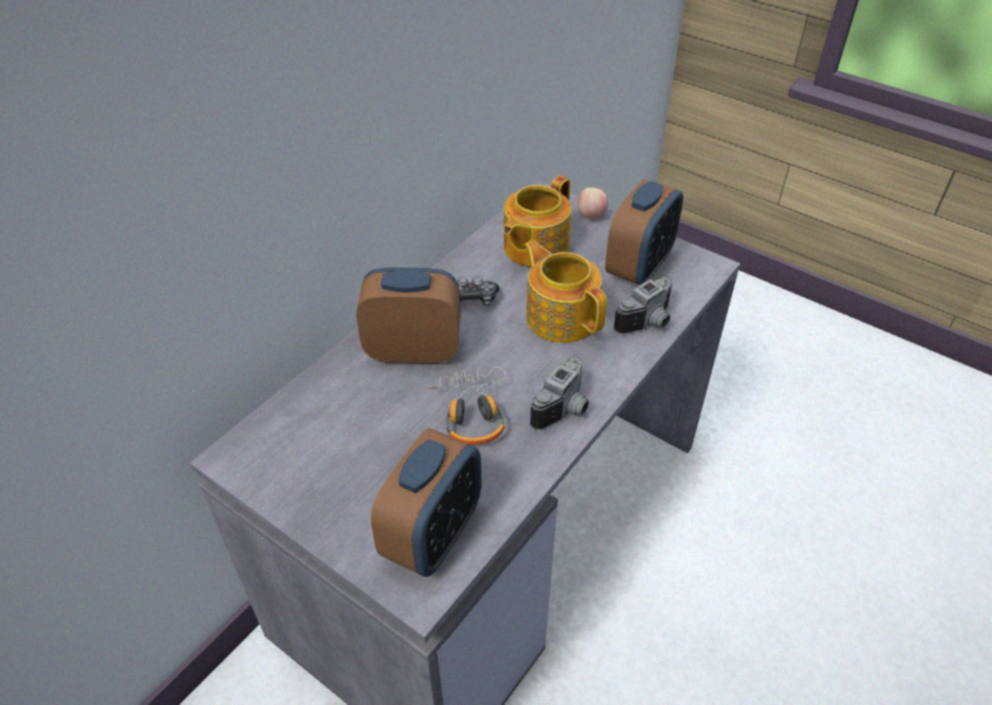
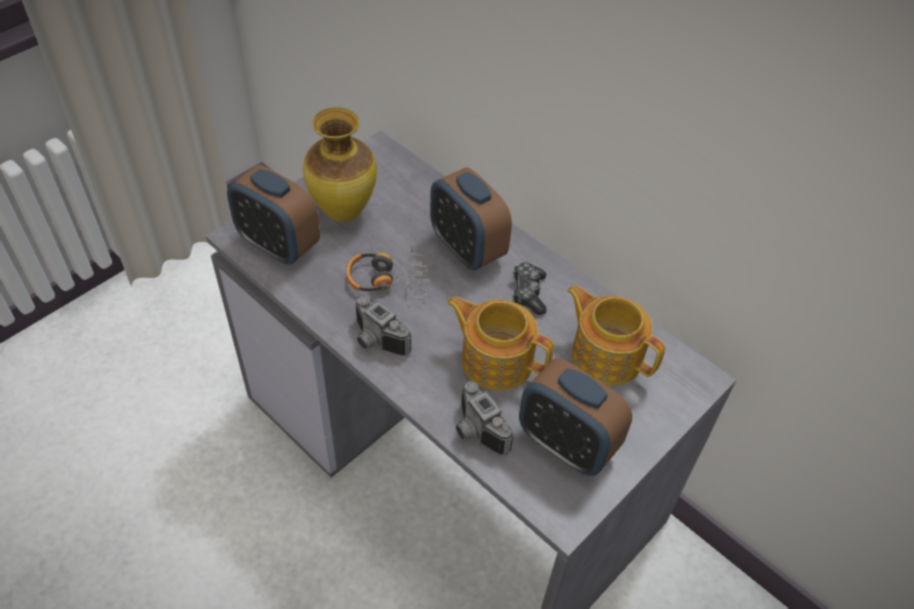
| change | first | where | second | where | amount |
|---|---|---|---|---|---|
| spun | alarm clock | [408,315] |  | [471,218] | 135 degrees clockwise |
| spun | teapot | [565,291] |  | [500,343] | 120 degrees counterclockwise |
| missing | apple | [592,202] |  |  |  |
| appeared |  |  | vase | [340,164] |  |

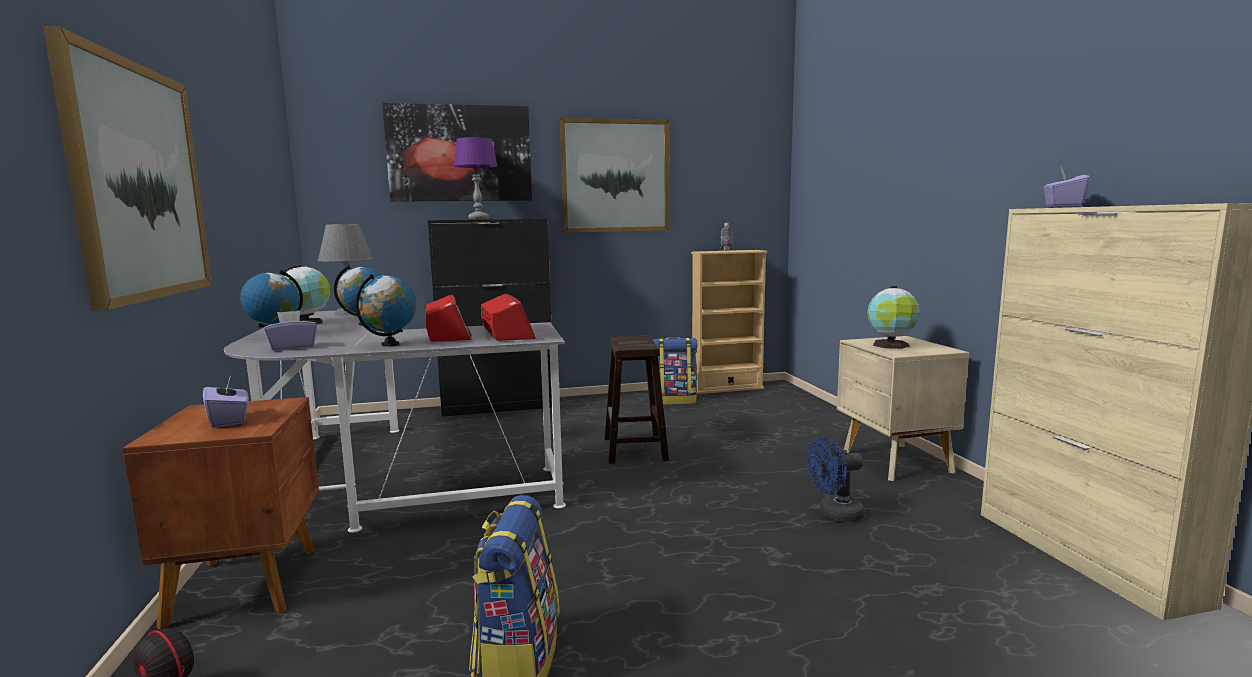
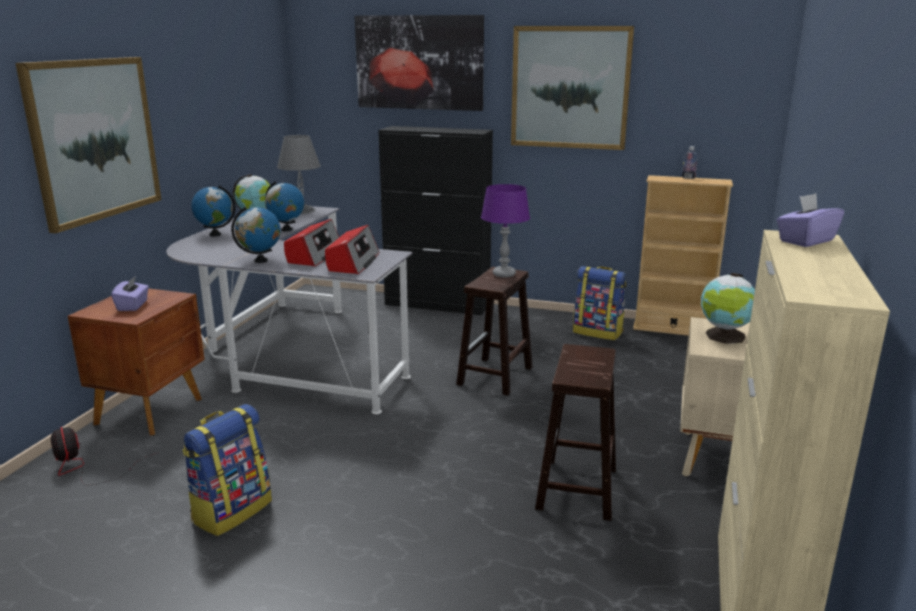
| change | first | where | second | where | amount |
|---|---|---|---|---|---|
| missing | purple tissue box | [290,330] |  |  |  |
| relocated | purple table lamp | [476,178] |  | [505,231] |  |
| exchanged | blue fan | [836,479] | brown stool | [575,432] |  |

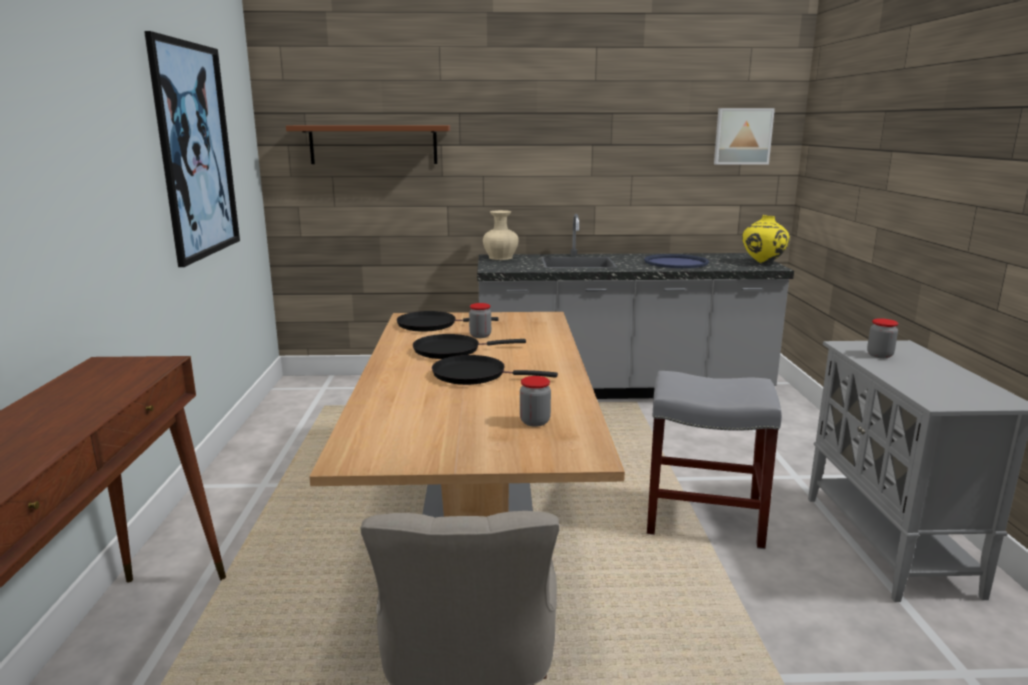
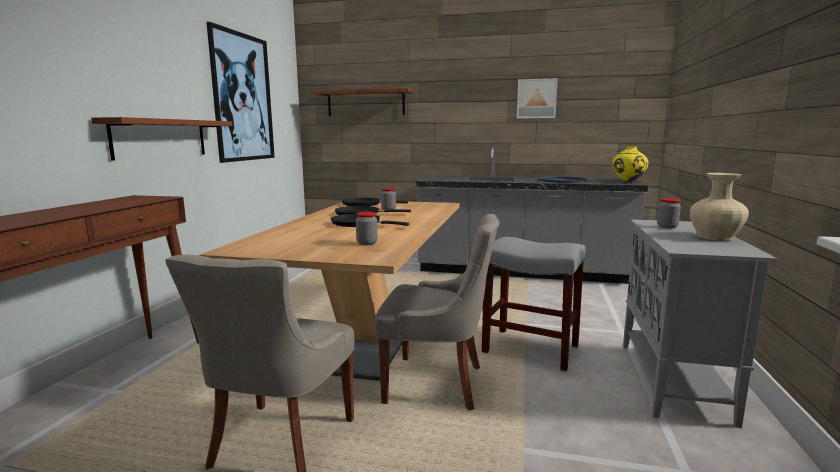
| change | first | where | second | where | amount |
|---|---|---|---|---|---|
| relocated | beige vase | [501,235] |  | [719,207] |  |
| relocated | picture | [744,136] |  | [537,98] |  |
| appeared |  |  | brown shelf | [161,139] |  |
| appeared |  |  | grey chair | [437,312] |  |

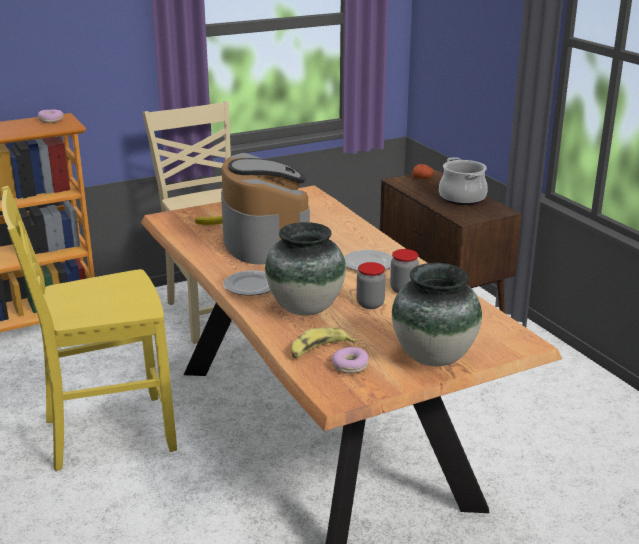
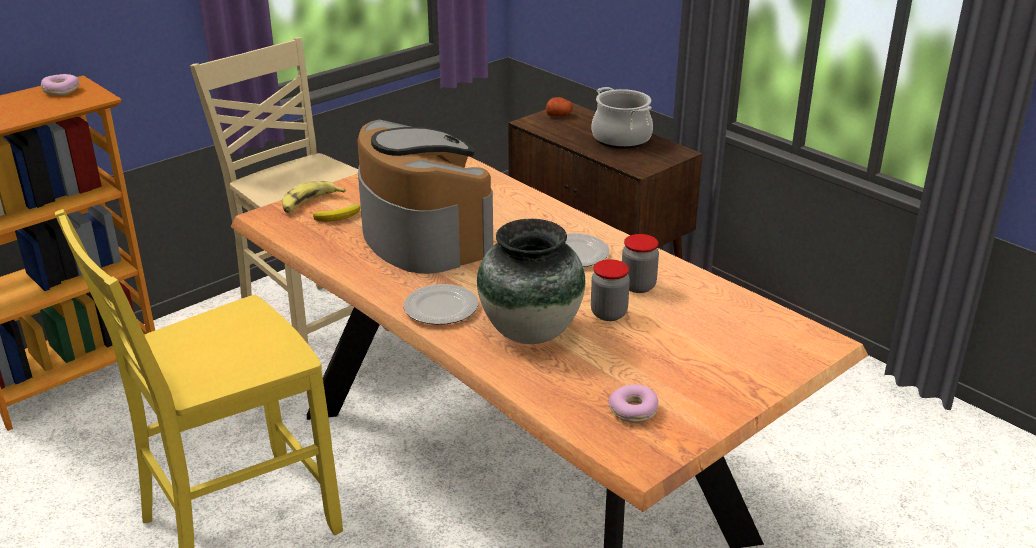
| change | first | where | second | where | amount |
|---|---|---|---|---|---|
| relocated | banana | [323,342] |  | [314,197] |  |
| missing | vase | [437,314] |  |  |  |

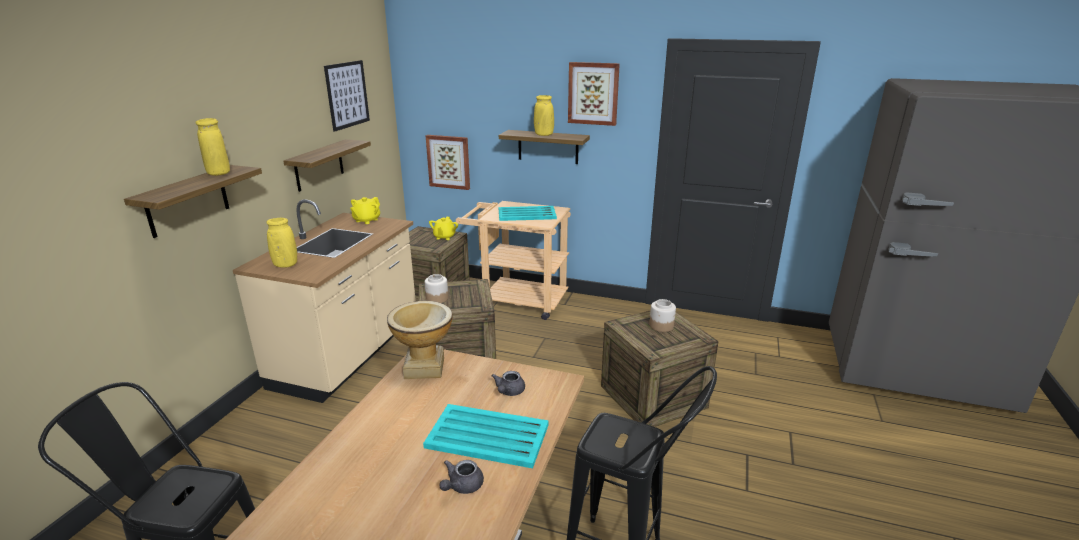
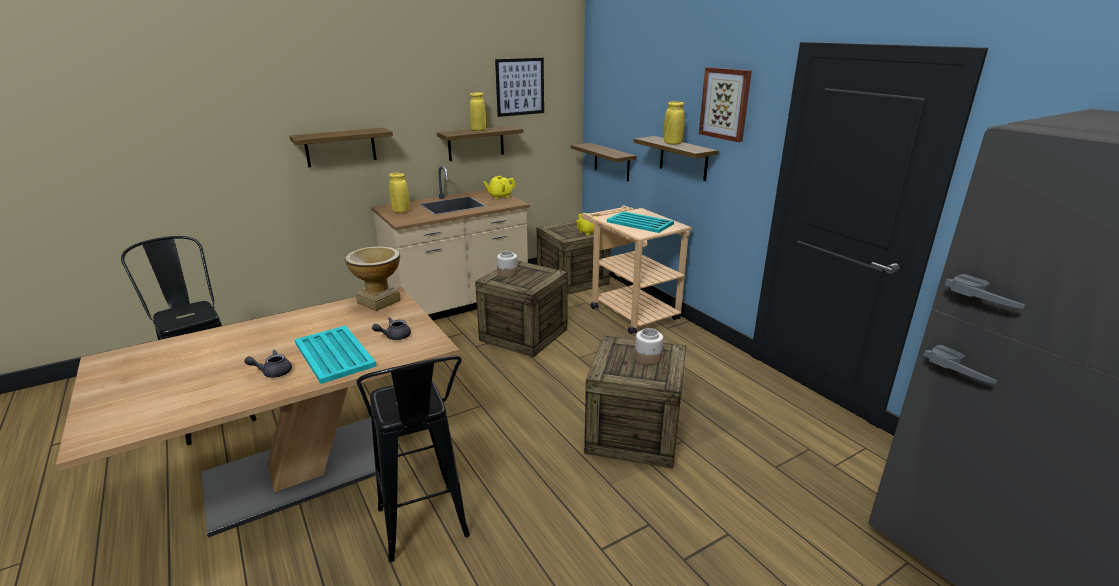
| change | first | where | second | where | amount |
|---|---|---|---|---|---|
| relocated | yellow vase | [213,147] |  | [478,111] |  |
| exchanged | picture | [448,162] | shelf | [604,162] |  |

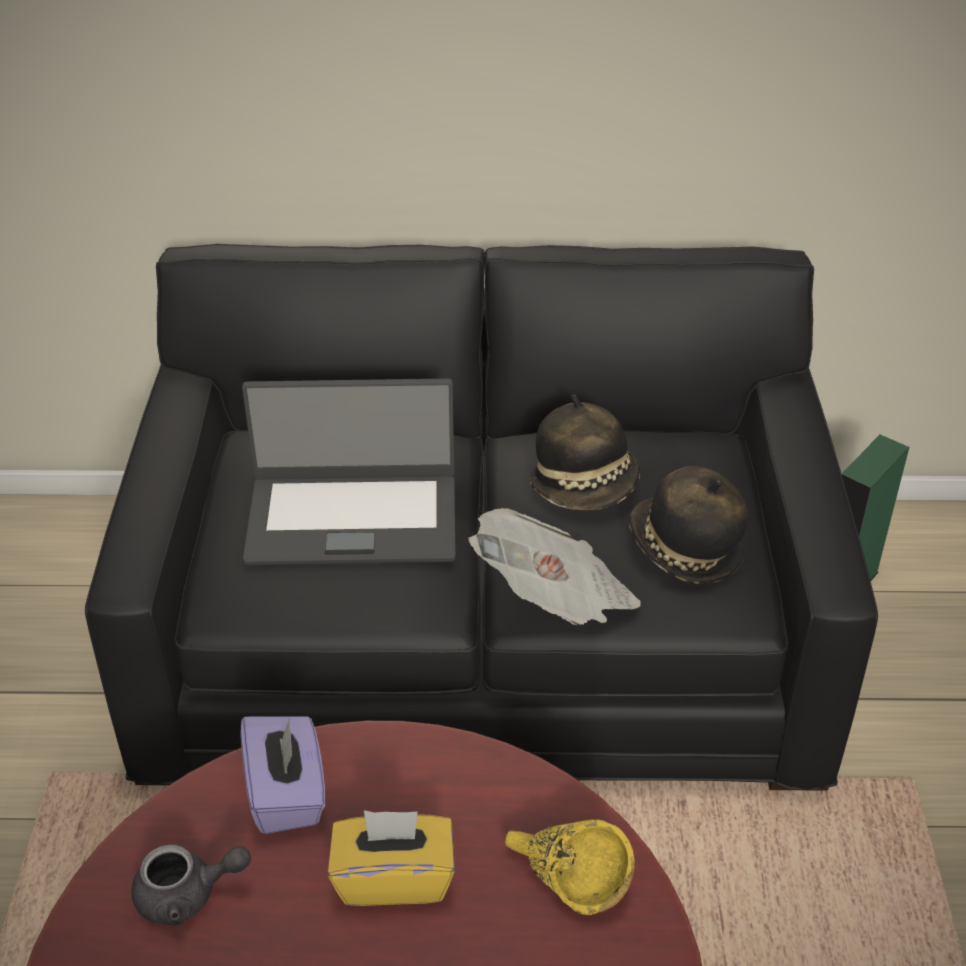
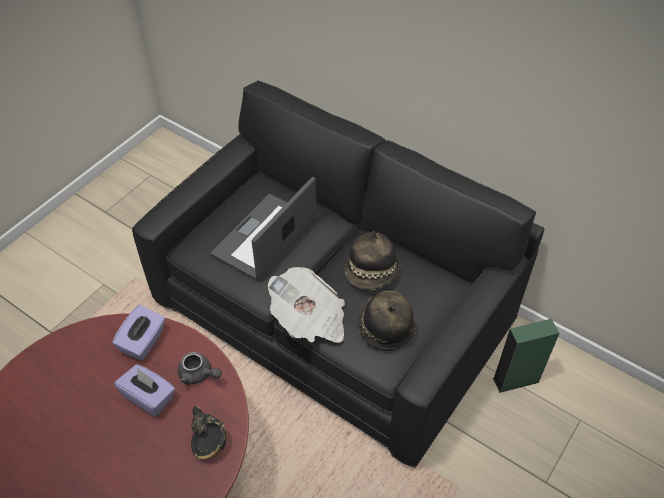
| change | first | where | second | where | amount |
|---|---|---|---|---|---|
| relocated | grey teapot | [191,885] |  | [200,368] |  |
| spun | laptop | [349,471] |  | [263,228] | 90 degrees clockwise |
| colour | yellow tissue box | [391,858] | purple tissue box | [144,390] |  |
| colour | yellow bowl | [570,867] | black bowl | [208,432] |  |

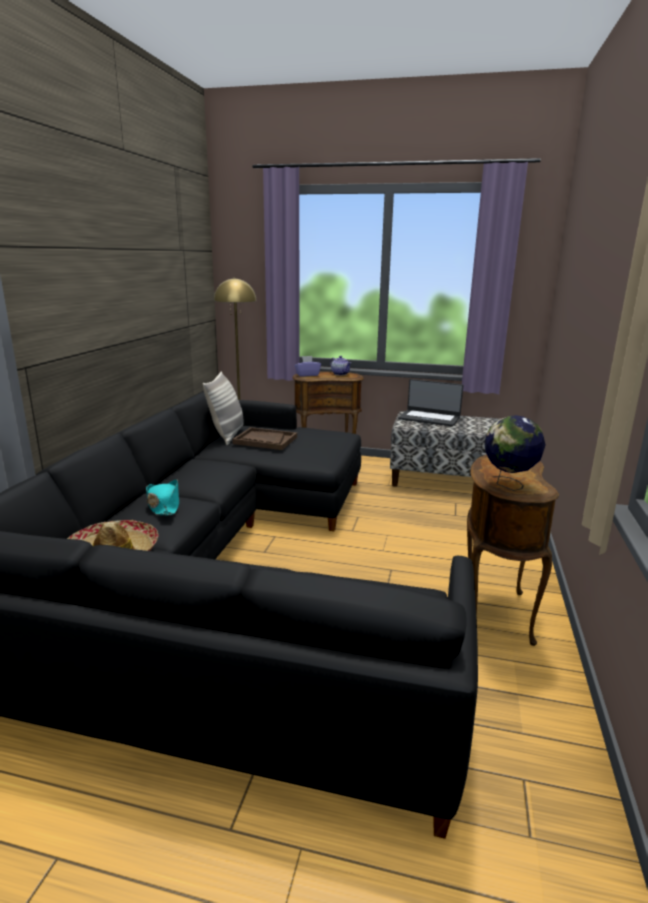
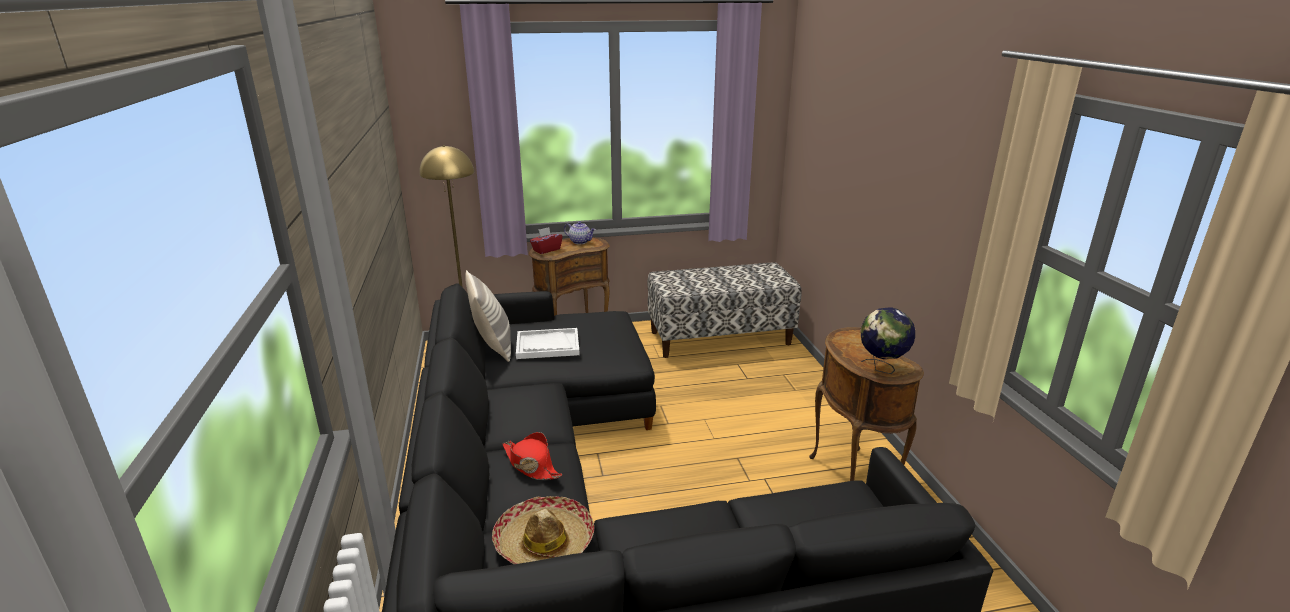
| change | first | where | second | where | amount |
|---|---|---|---|---|---|
| colour | turquoise hat | [162,497] | red hat | [532,456] |  |
| colour | brown tray | [264,438] | white tray | [548,343] |  |
| colour | purple tissue box | [308,366] | red tissue box | [546,240] |  |
| missing | laptop | [431,402] |  |  |  |

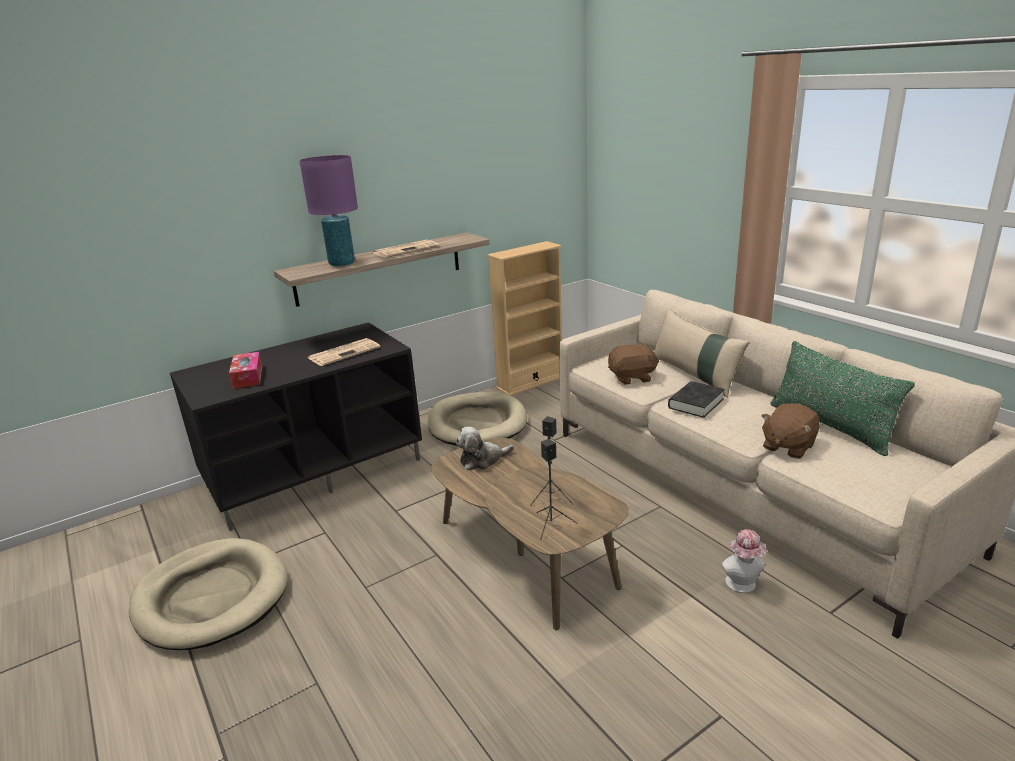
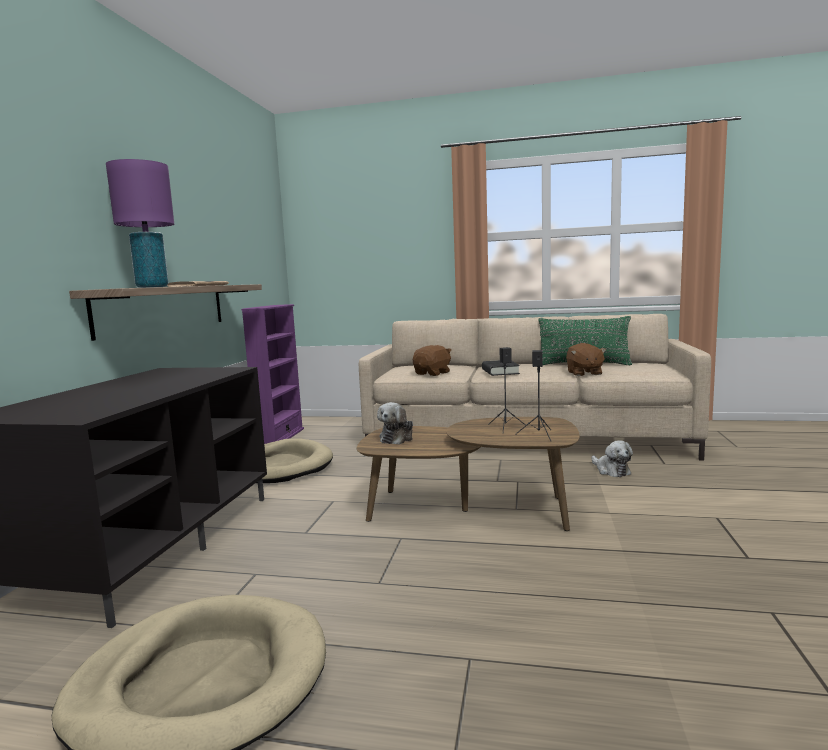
| change | first | where | second | where | amount |
|---|---|---|---|---|---|
| missing | tissue box | [246,370] |  |  |  |
| missing | newspaper | [344,352] |  |  |  |
| colour | beige bookcase | [524,318] | purple bookcase | [272,374] |  |
| missing | beige pillow | [702,353] |  |  |  |
| exchanged | hat | [743,561] | plush toy | [612,459] |  |

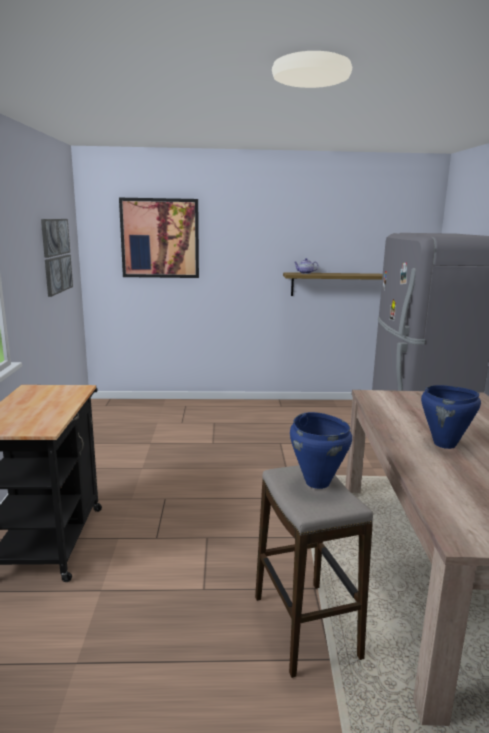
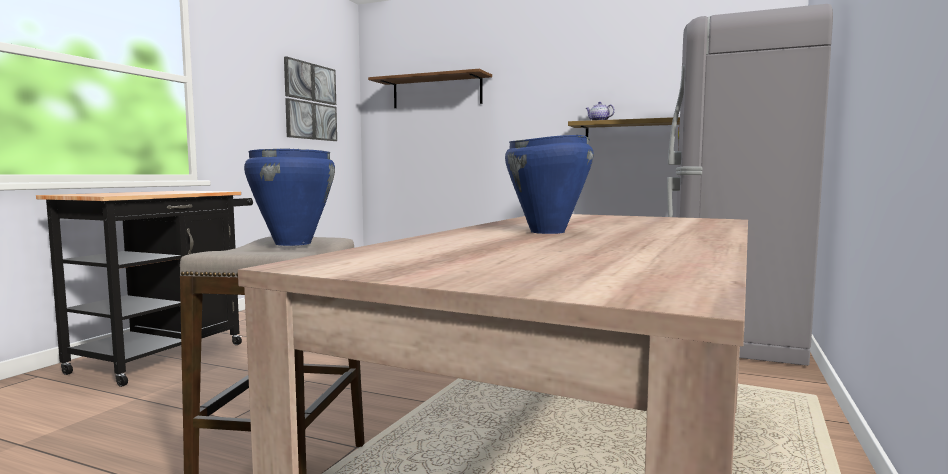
| change | first | where | second | where | amount |
|---|---|---|---|---|---|
| exchanged | picture | [159,238] | brown shelf | [430,88] |  |

